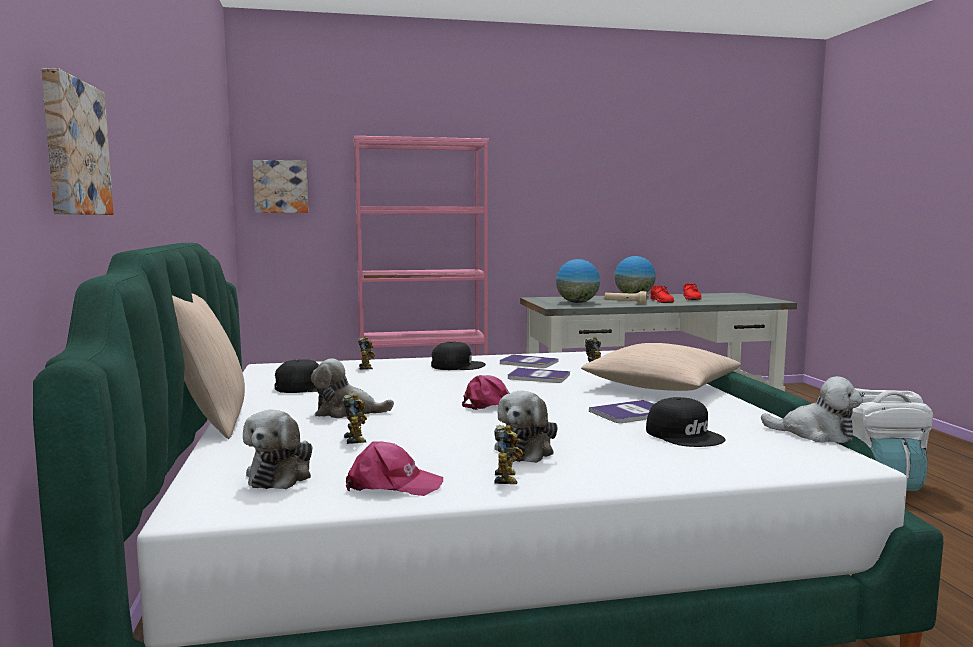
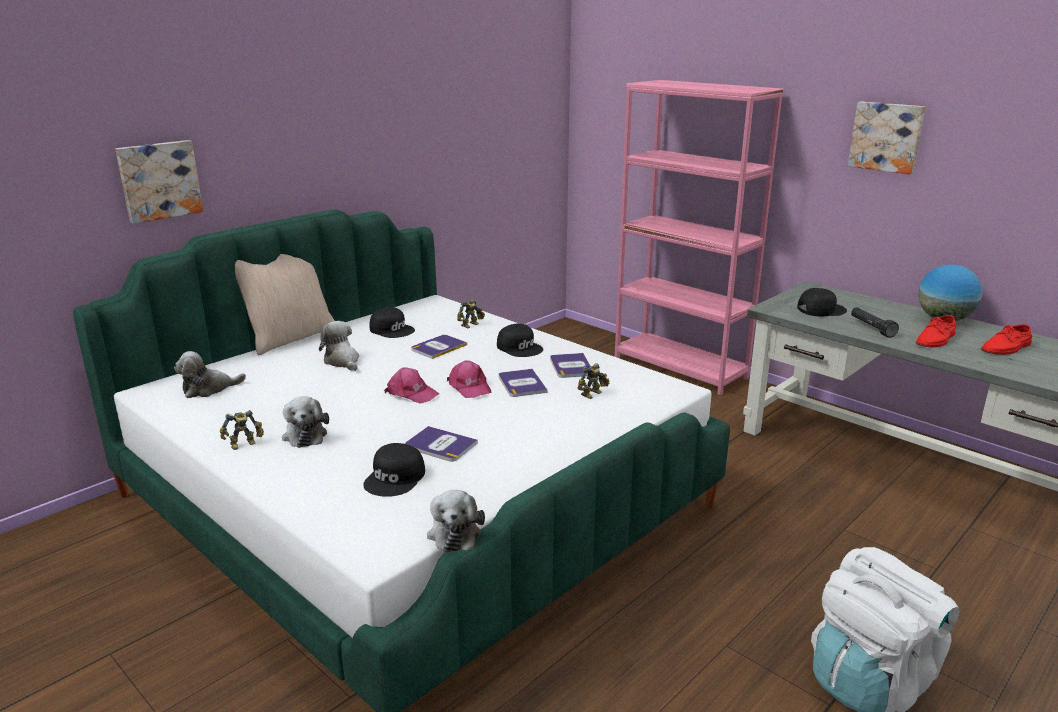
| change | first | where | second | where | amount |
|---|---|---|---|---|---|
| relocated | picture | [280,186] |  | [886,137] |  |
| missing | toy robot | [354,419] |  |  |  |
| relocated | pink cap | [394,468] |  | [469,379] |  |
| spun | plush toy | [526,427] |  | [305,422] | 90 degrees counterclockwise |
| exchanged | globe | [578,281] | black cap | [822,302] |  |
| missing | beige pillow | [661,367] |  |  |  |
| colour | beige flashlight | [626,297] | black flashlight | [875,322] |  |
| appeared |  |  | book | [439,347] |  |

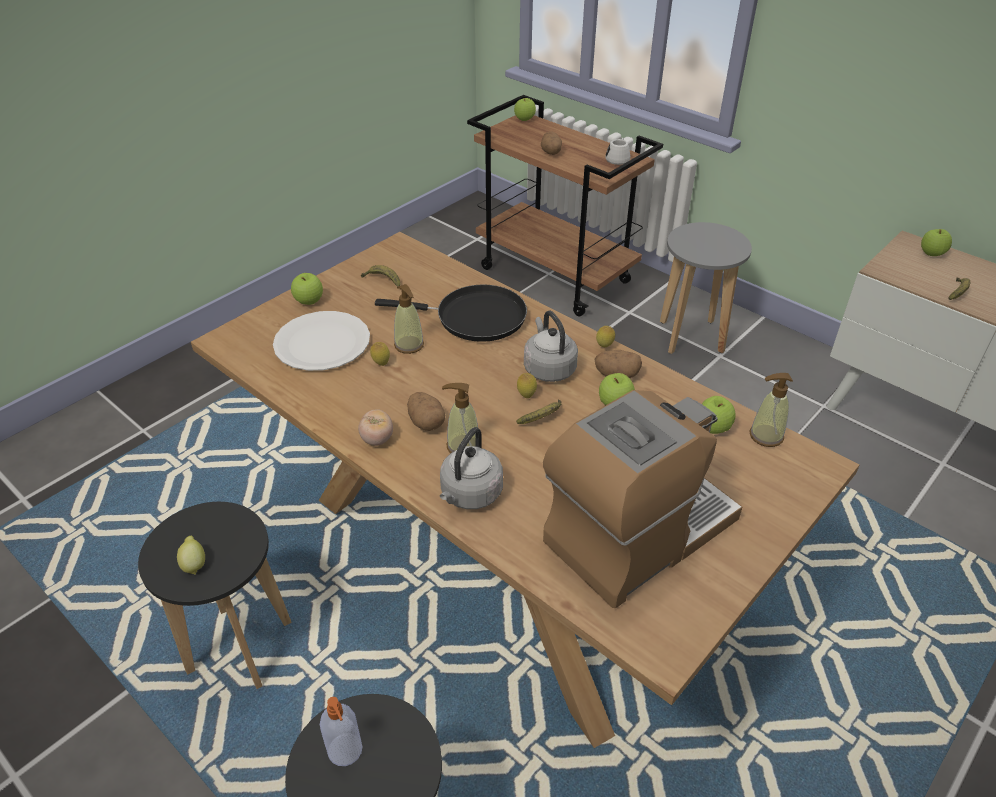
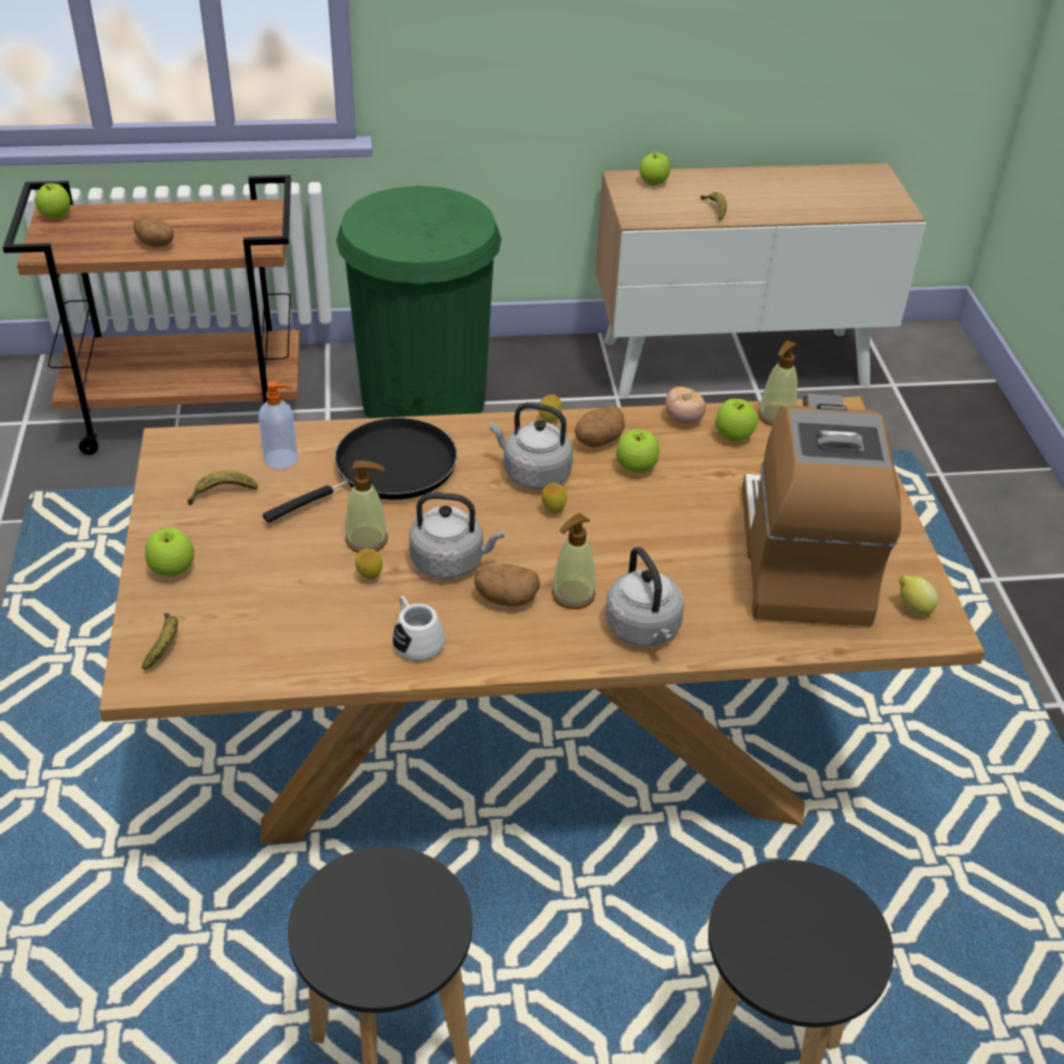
| change | first | where | second | where | amount |
|---|---|---|---|---|---|
| relocated | lemon | [191,555] |  | [918,595] |  |
| missing | white plate | [321,341] |  |  |  |
| relocated | soap dispenser | [341,731] |  | [278,425] |  |
| relocated | tomato | [375,427] |  | [685,405] |  |
| relocated | banana | [538,411] |  | [160,641] |  |
| relocated | white mug | [617,151] |  | [418,628] |  |
| exchanged | grey stool | [706,288] | green trash can | [418,302] |  |
| appeared |  |  | grey kettle | [456,535] |  |

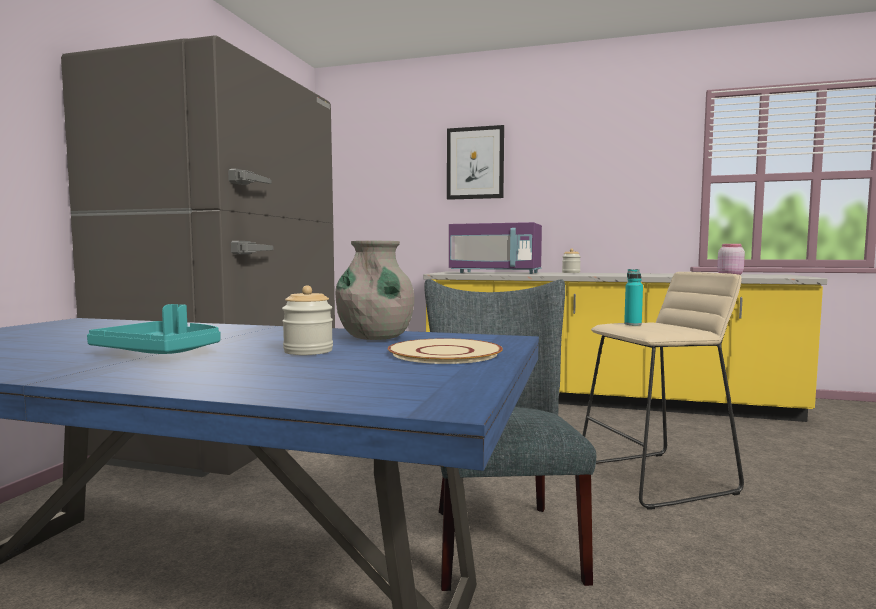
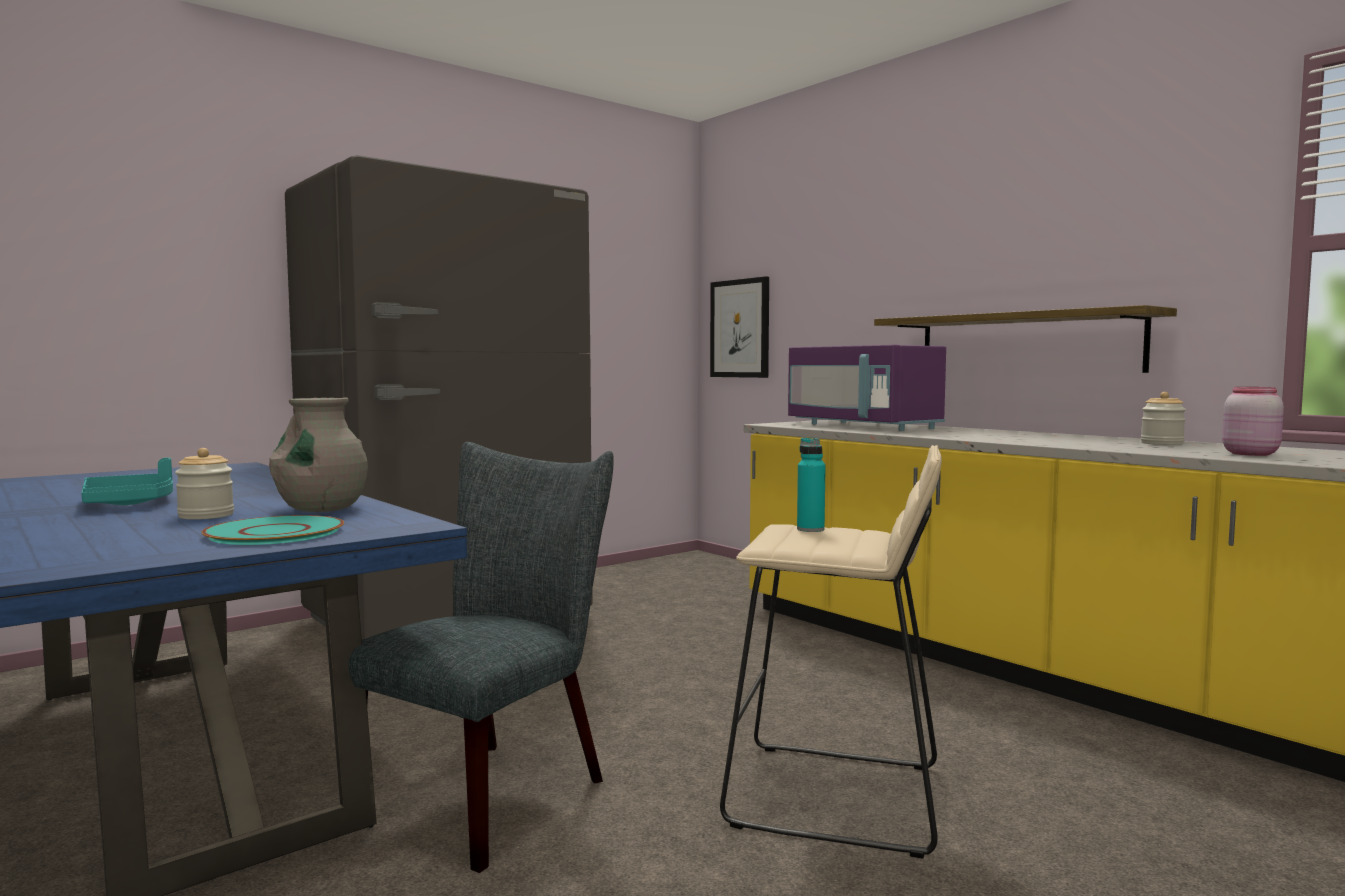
| change | first | where | second | where | amount |
|---|---|---|---|---|---|
| colour | beige plate | [445,351] | turquoise plate | [272,530] |  |
| relocated | picture | [475,162] |  | [739,327] |  |
| relocated | jar | [571,260] |  | [1163,418] |  |
| appeared |  |  | shelf | [1025,339] |  |

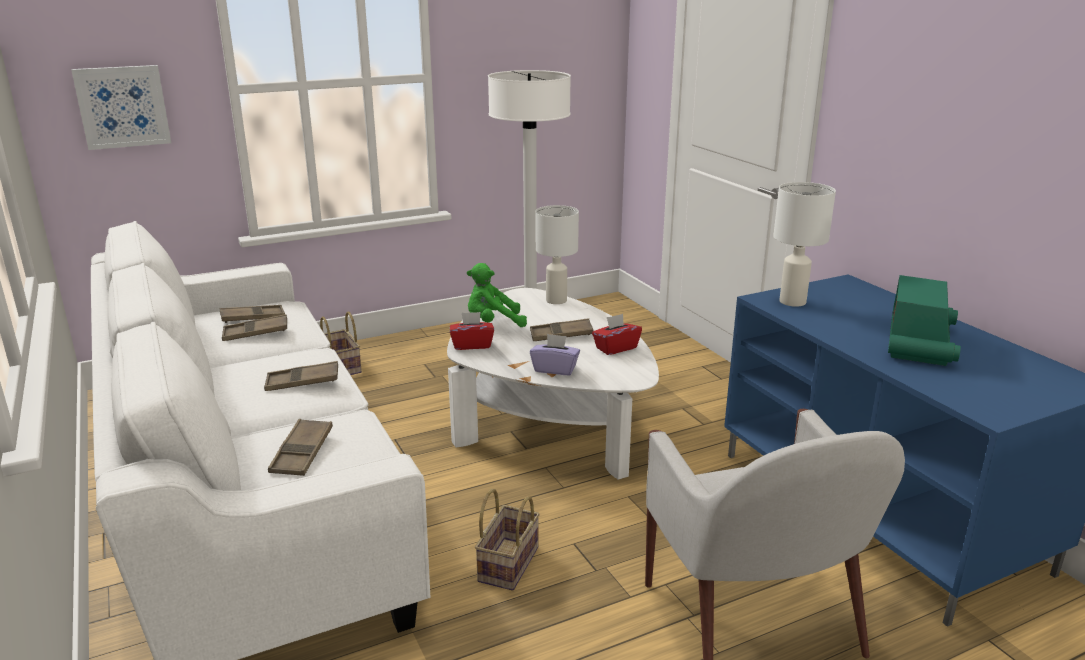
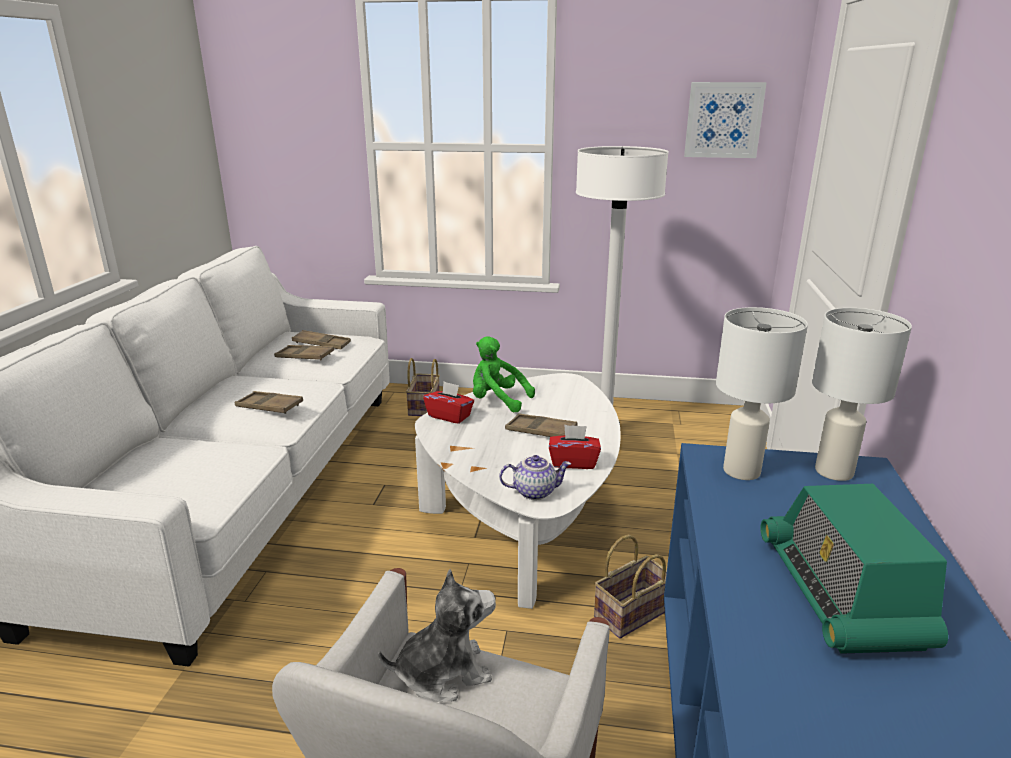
| change | first | where | second | where | amount |
|---|---|---|---|---|---|
| relocated | picture | [121,107] |  | [725,120] |  |
| missing | brown tray | [300,447] |  |  |  |
| relocated | basket | [507,540] |  | [630,586] |  |
| missing | purple tissue box | [555,354] |  |  |  |
| relocated | white table lamp | [557,254] |  | [862,394] |  |
| spun | radio | [924,320] |  | [854,569] | 120 degrees clockwise |
| appeared |  |  | plush toy | [437,635] |  |
| appeared |  |  | teapot | [535,477] |  |

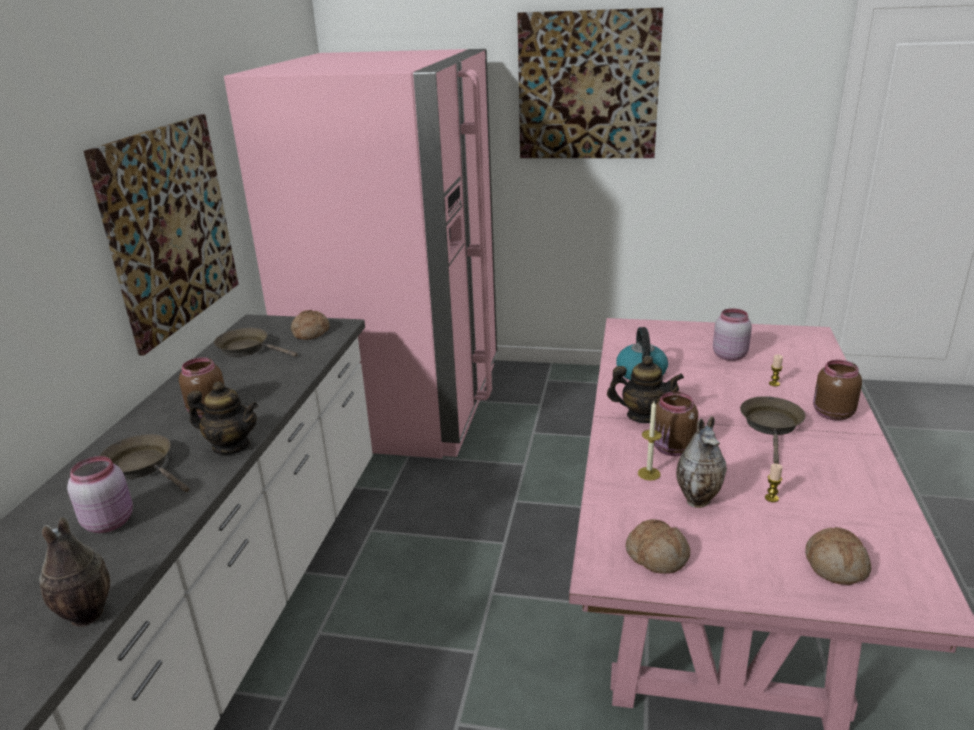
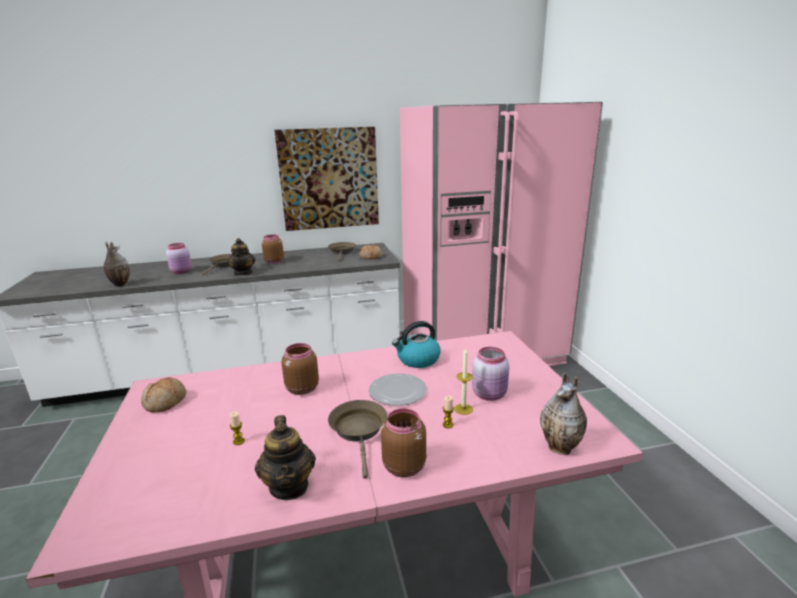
| change | first | where | second | where | amount |
|---|---|---|---|---|---|
| missing | picture | [590,83] |  |  |  |
| relocated | teapot | [645,389] |  | [285,457] |  |
| relocated | candle | [650,441] |  | [463,381] |  |
| relocated | vase | [701,462] |  | [563,413] |  |
| spun | brown frying pan | [773,430] |  | [357,439] | 90 degrees counterclockwise |
| missing | bread | [838,556] |  |  |  |
| appeared |  |  | plate | [397,389] |  |

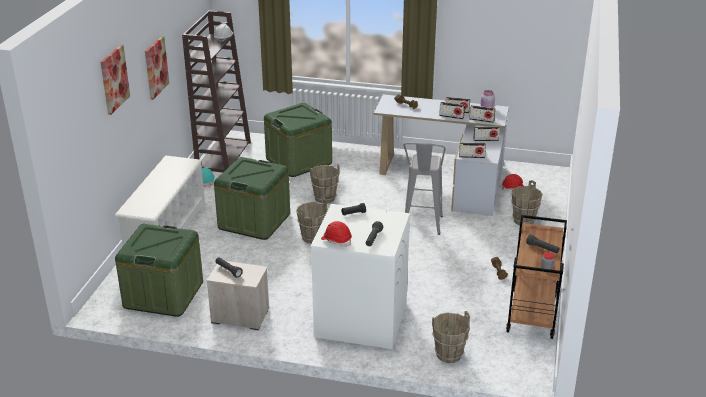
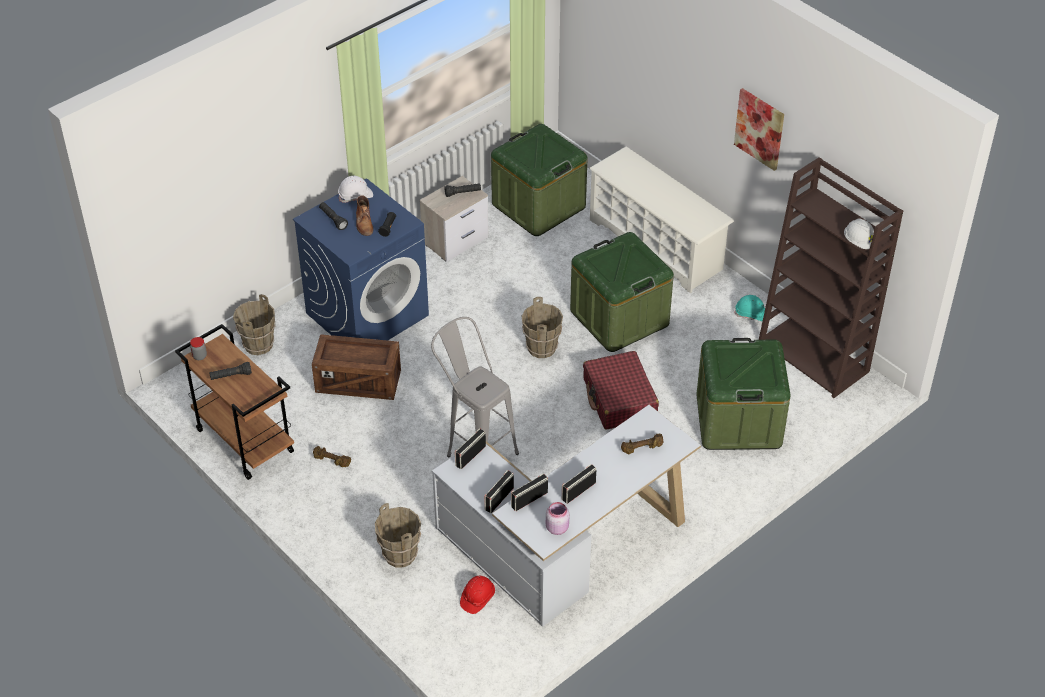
| change | first | where | second | where | amount |
|---|---|---|---|---|---|
| missing | picture | [115,80] |  |  |  |
| exchanged | brown bucket | [324,184] | red suitcase | [621,390] |  |
| colour | white washing machine | [360,276] | blue washing machine | [361,259] |  |
| colour | red hard hat | [336,234] | white hard hat | [355,189] |  |
| missing | radio | [452,110] |  |  |  |
| appeared |  |  | crate | [356,367] |  |
| appeared |  |  | brown boot | [364,215] |  |

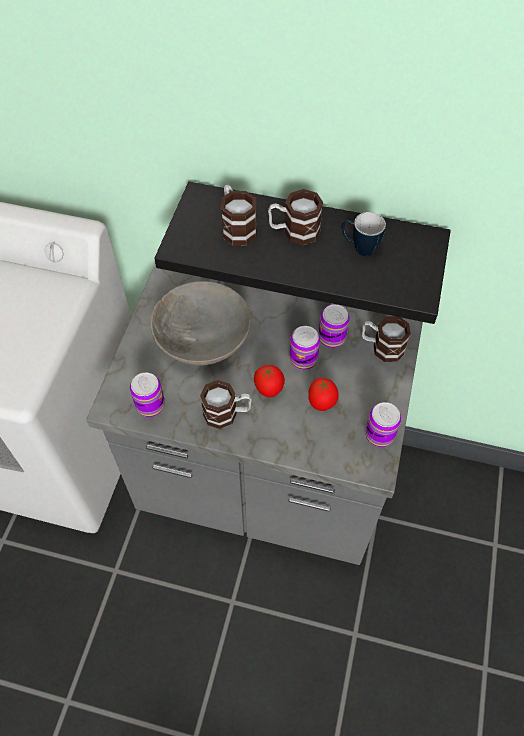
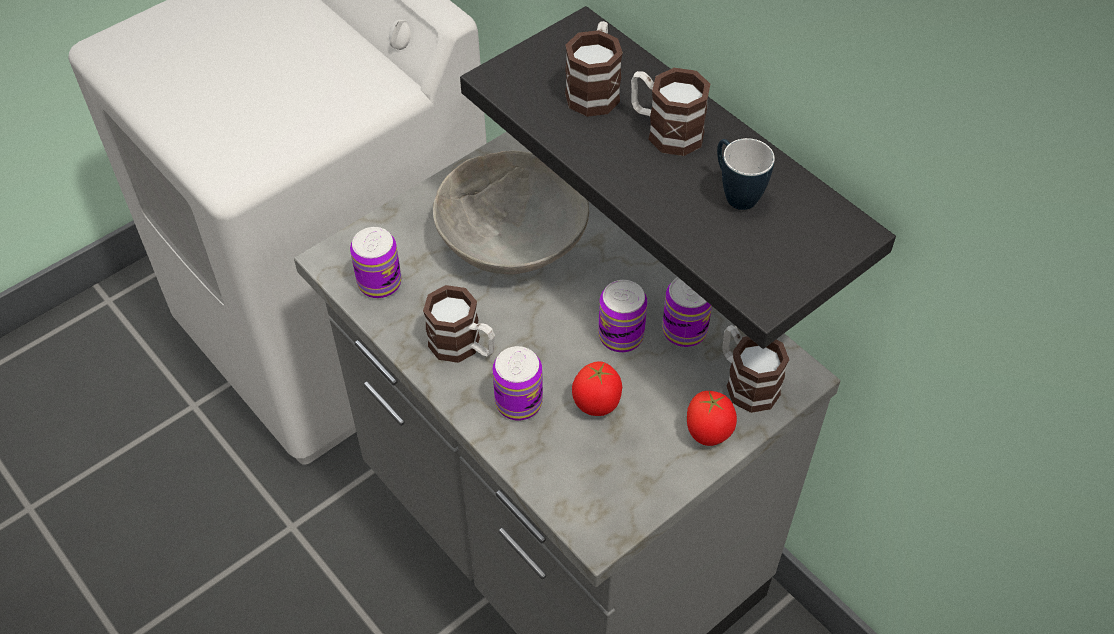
| change | first | where | second | where | amount |
|---|---|---|---|---|---|
| relocated | tomato | [269,381] |  | [712,418] |  |
| relocated | can | [383,424] |  | [517,383] |  |

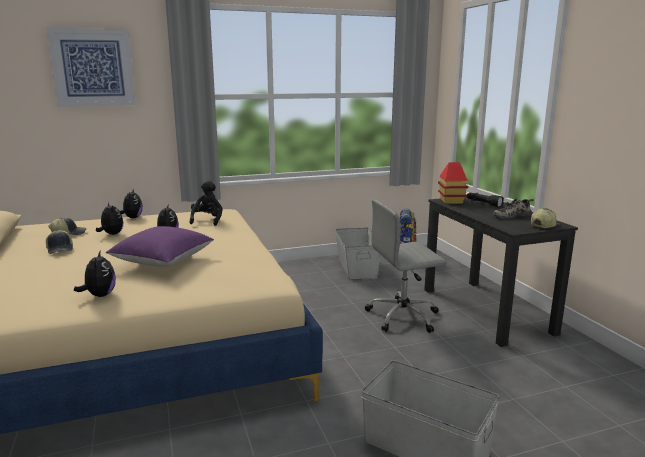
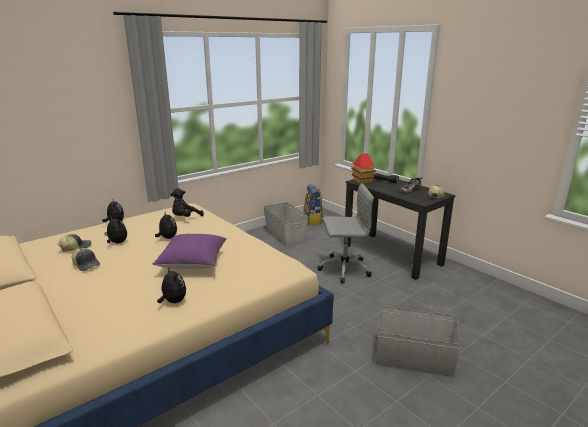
| change | first | where | second | where | amount |
|---|---|---|---|---|---|
| missing | picture | [91,67] |  |  |  |
| spun | black plush toy | [206,203] |  | [187,202] | 120 degrees counterclockwise |
| spun | grey office chair | [406,266] |  | [345,233] | 150 degrees counterclockwise |

